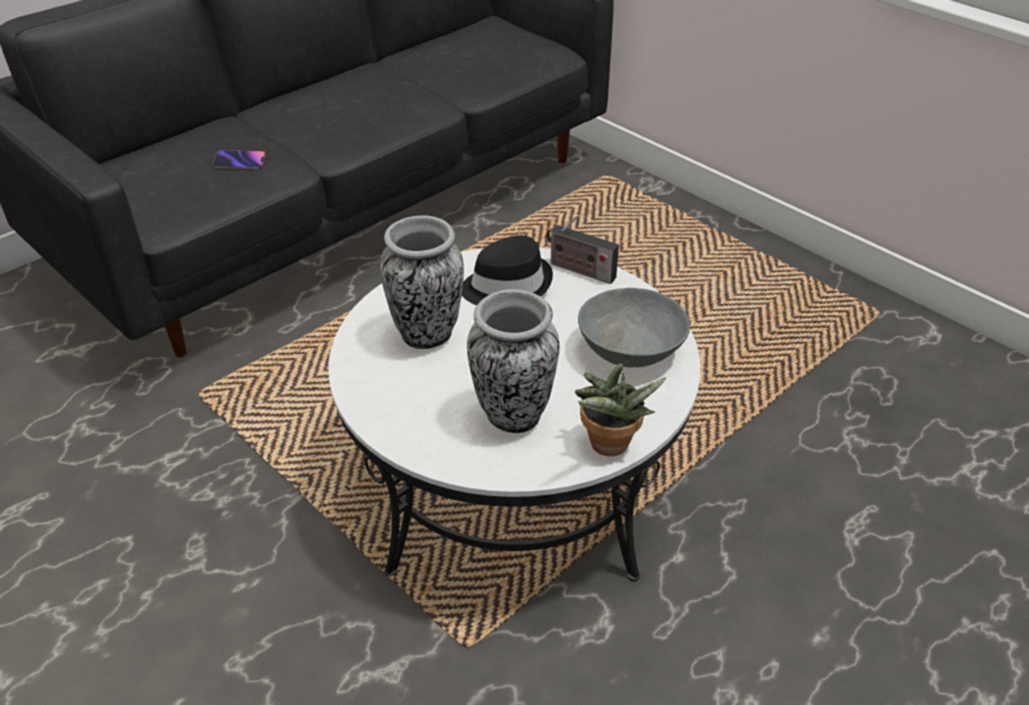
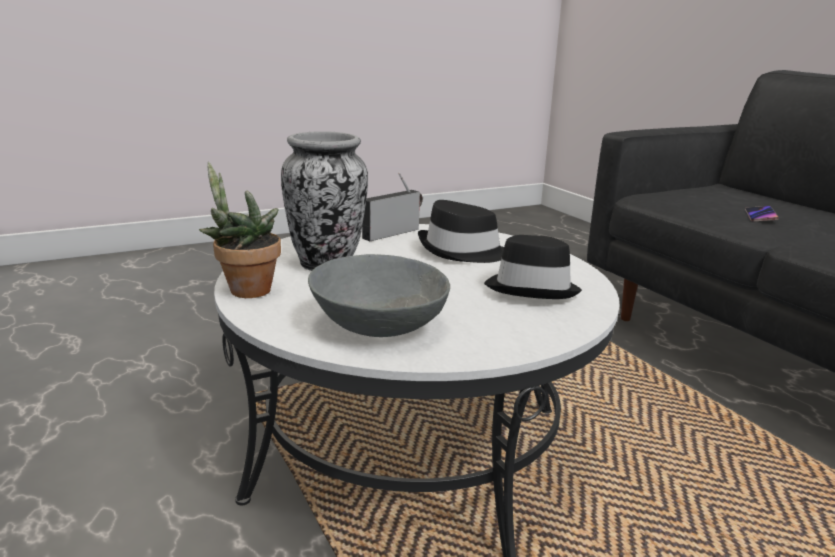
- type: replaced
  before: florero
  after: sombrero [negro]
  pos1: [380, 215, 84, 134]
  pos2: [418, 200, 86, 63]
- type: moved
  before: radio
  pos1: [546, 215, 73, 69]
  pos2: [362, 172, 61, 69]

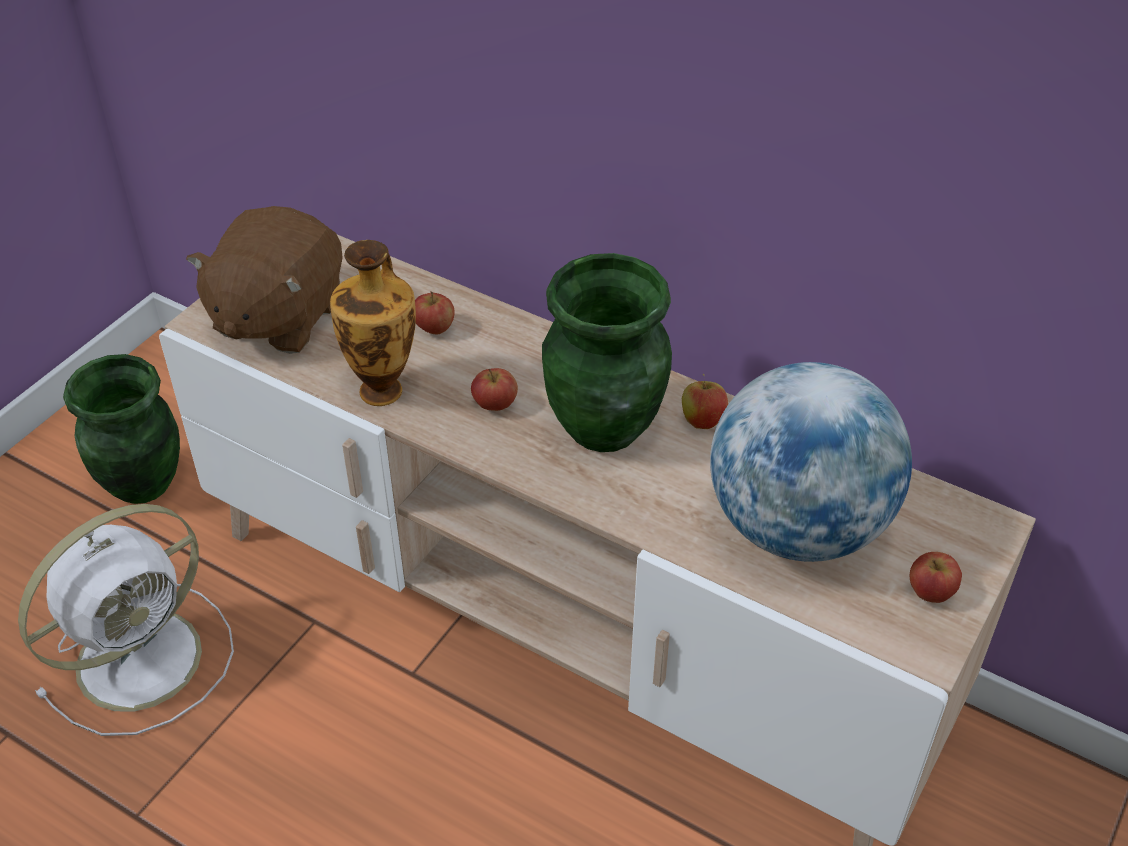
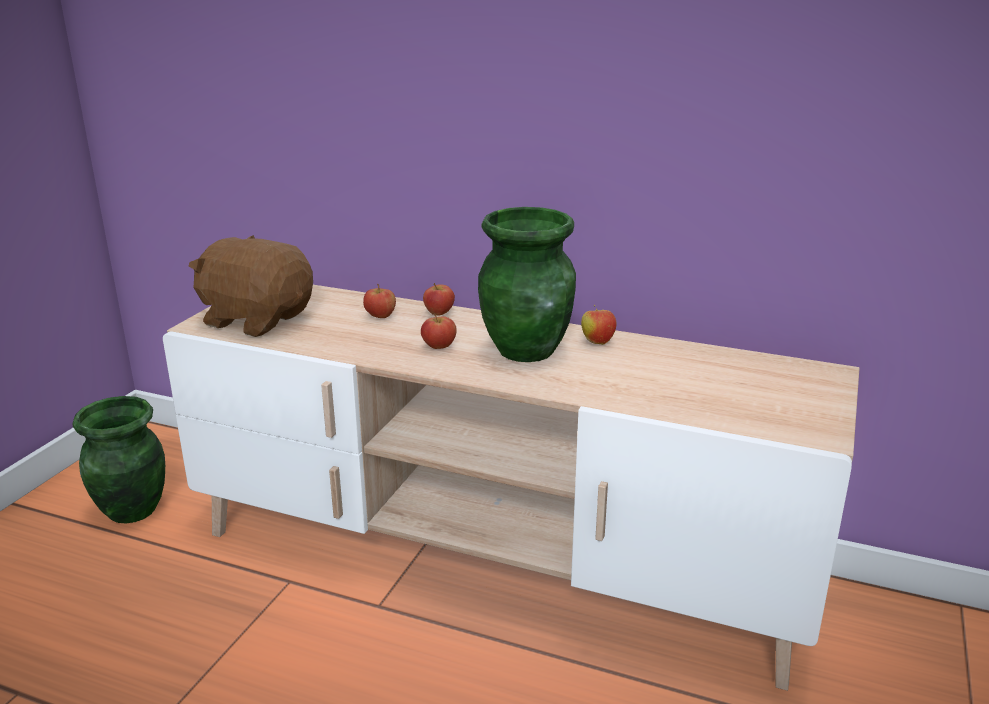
- type: removed
  before: ventilador [blanco]
  pos1: [18, 504, 216, 232]
- type: turned
  before: peluche [marrón]
  pos1: [186, 206, 157, 148]
  pos2: [188, 235, 125, 102]
  turn: 105
- type: removed
  before: florero
  pos1: [330, 240, 86, 166]
- type: removed
  before: globo terráqueo
  pos1: [710, 362, 202, 200]
- type: moved
  before: manzana
  pos1: [910, 552, 52, 51]
  pos2: [423, 283, 32, 32]

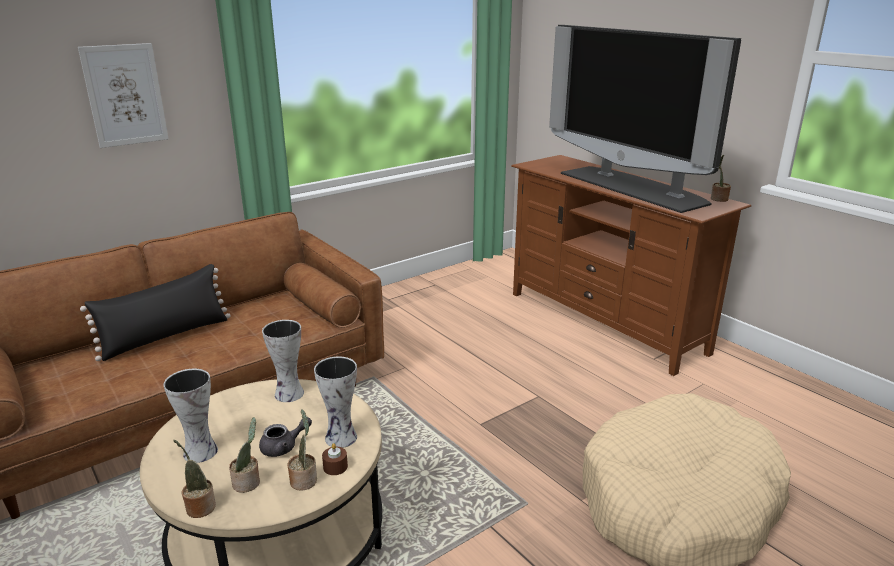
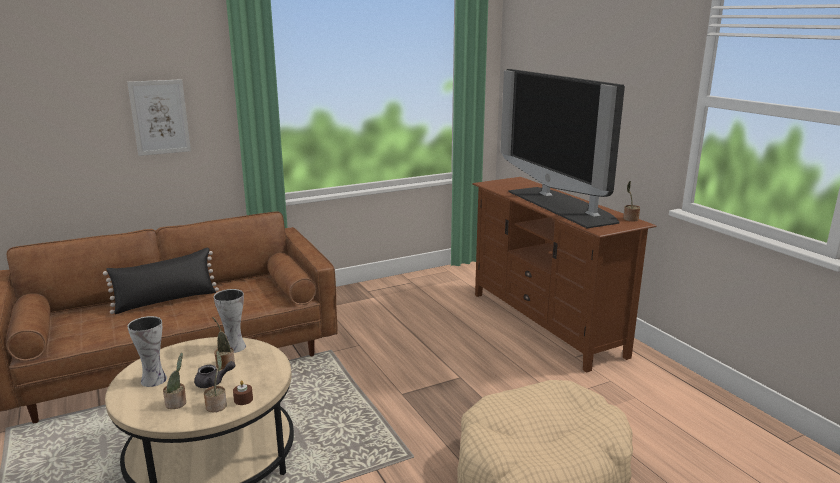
- type: moved
  before: planta en maceta
  pos1: [173, 440, 43, 78]
  pos2: [212, 317, 23, 53]
- type: removed
  before: florero
  pos1: [314, 357, 43, 91]

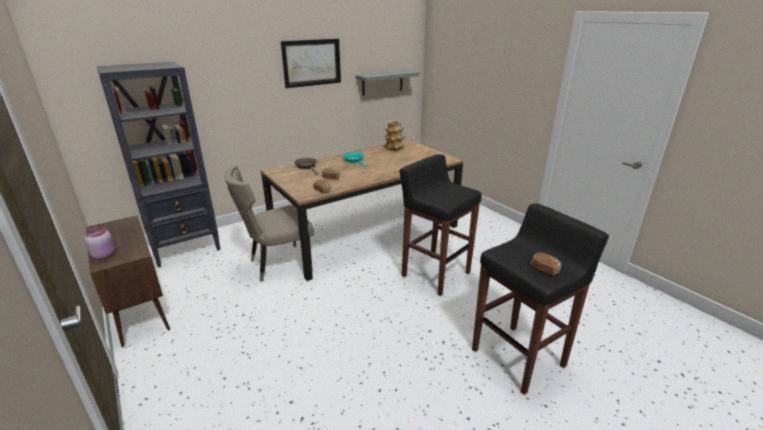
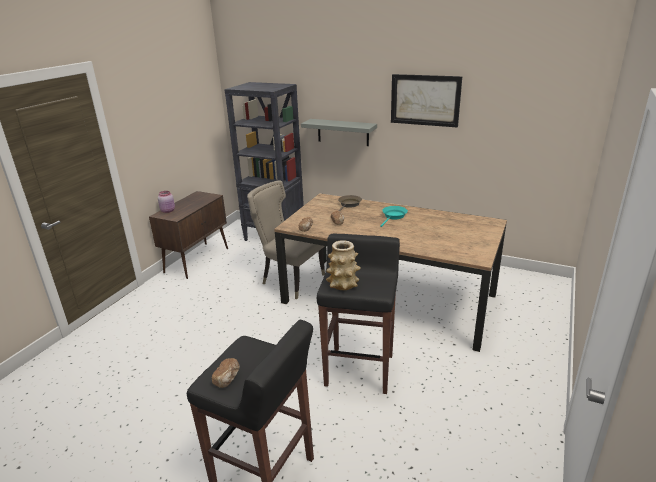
- type: moved
  before: estante [gris]
  pos1: [356, 70, 63, 26]
  pos2: [301, 119, 76, 27]
- type: moved
  before: florero
  pos1: [383, 120, 22, 31]
  pos2: [326, 240, 35, 50]

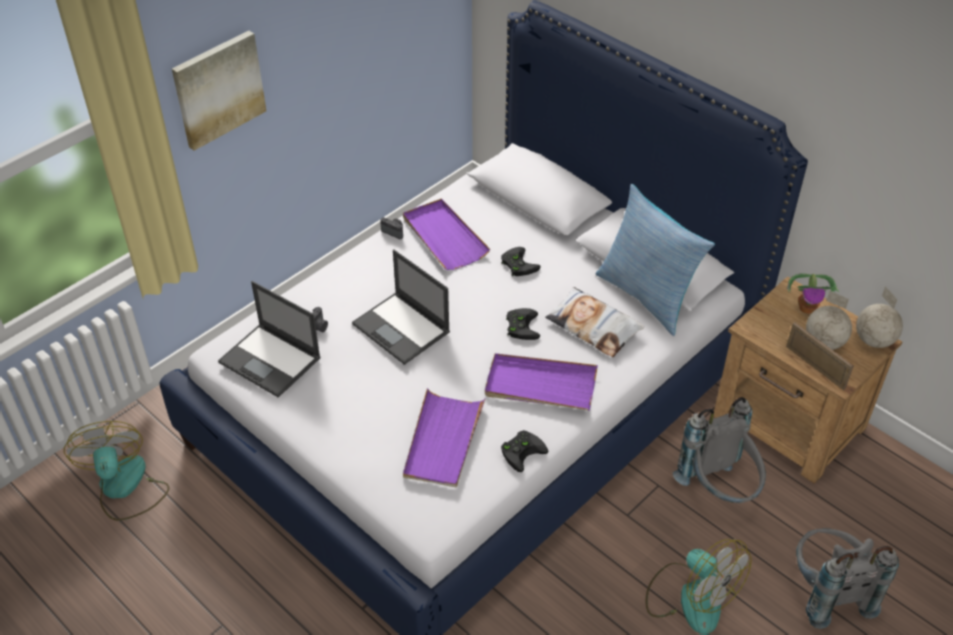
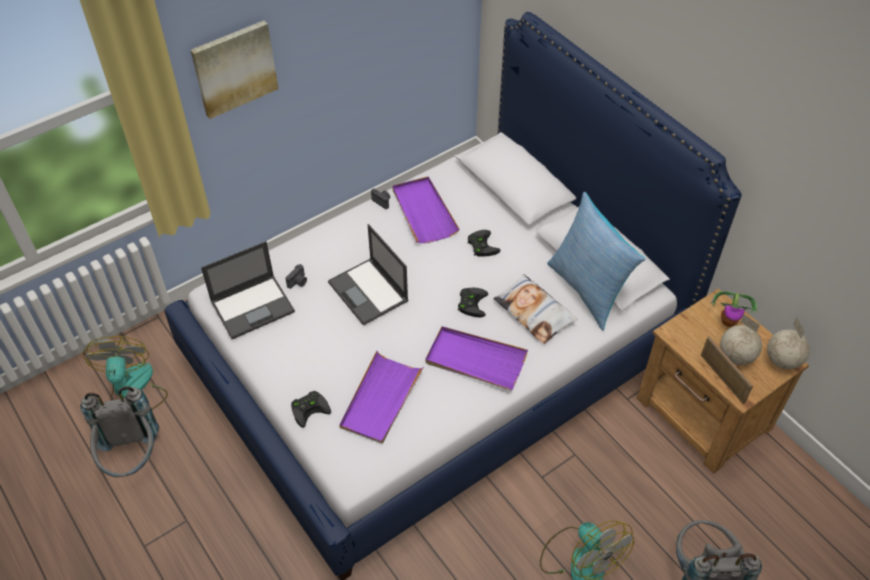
- type: turned
  before: portátil
  pos1: [218, 281, 103, 117]
  pos2: [201, 241, 94, 98]
  turn: -75
- type: moved
  before: mando de consola [negro]
  pos1: [501, 430, 47, 42]
  pos2: [291, 391, 40, 37]
- type: moved
  before: mochila [gris]
  pos1: [673, 397, 93, 106]
  pos2: [80, 387, 79, 90]

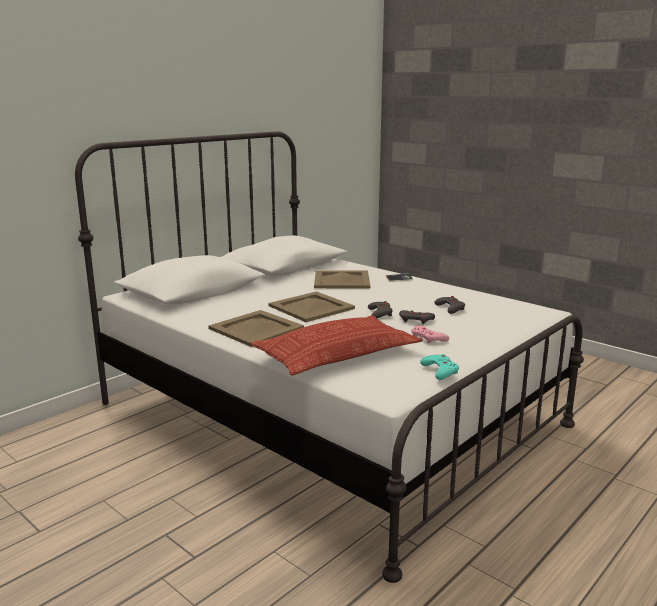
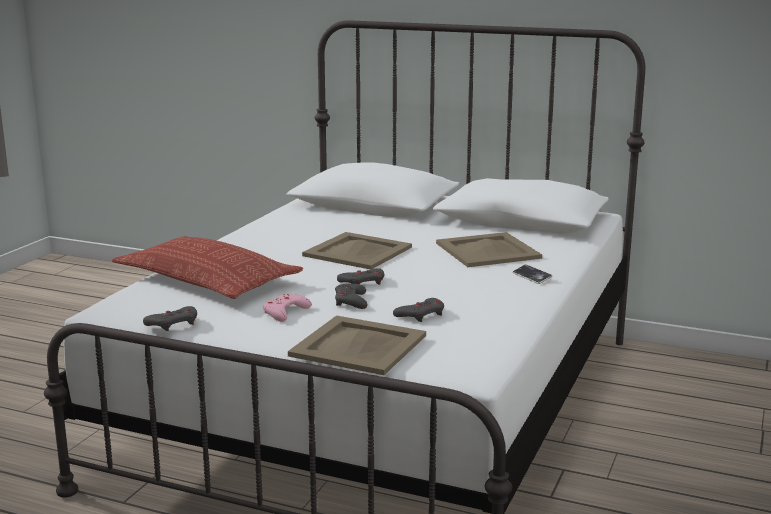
- type: moved
  before: bandeja [beis]
  pos1: [208, 310, 96, 37]
  pos2: [288, 315, 138, 60]
- type: recoloured
  before: mando de consola [turquesa]
  after: mando de consola [gris]
  pos1: [420, 354, 39, 26]
  pos2: [143, 306, 54, 25]

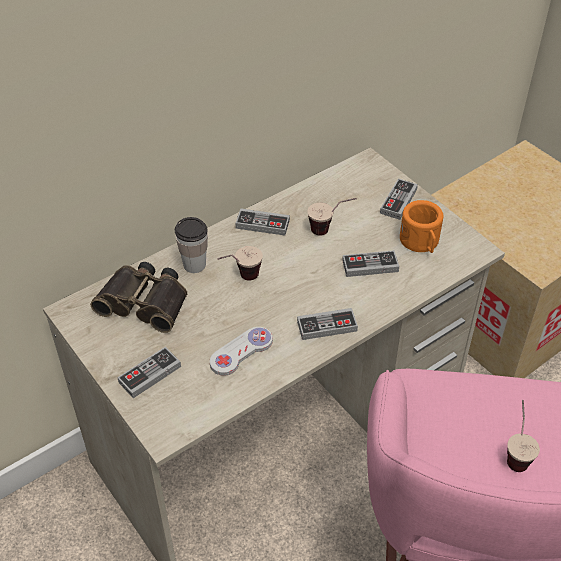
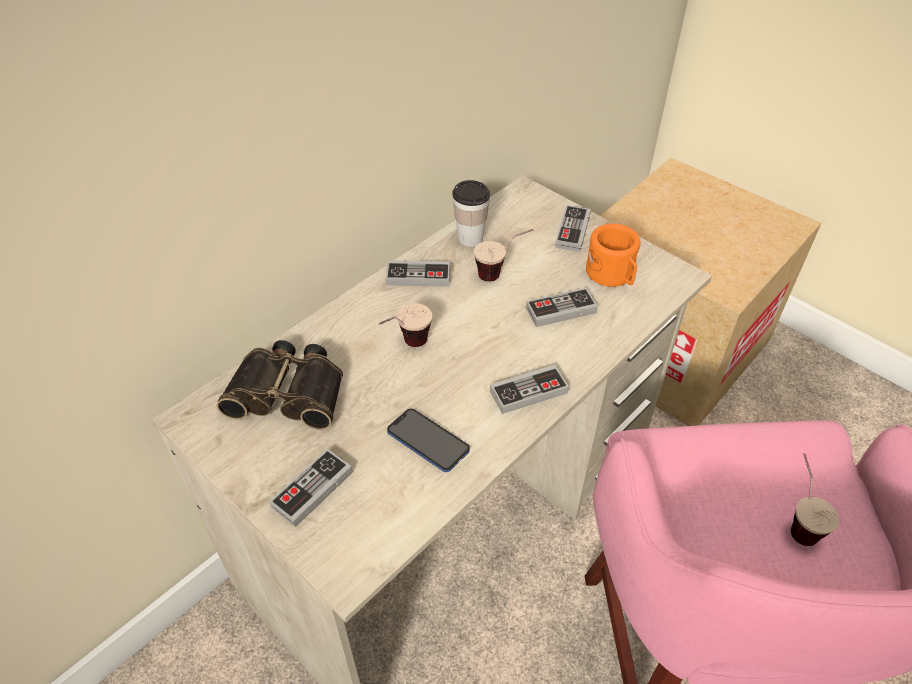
- type: moved
  before: taza
  pos1: [175, 217, 33, 56]
  pos2: [452, 180, 38, 67]
- type: replaced
  before: mando de consola [blanco]
  after: móvil
  pos1: [210, 327, 63, 48]
  pos2: [387, 409, 83, 63]

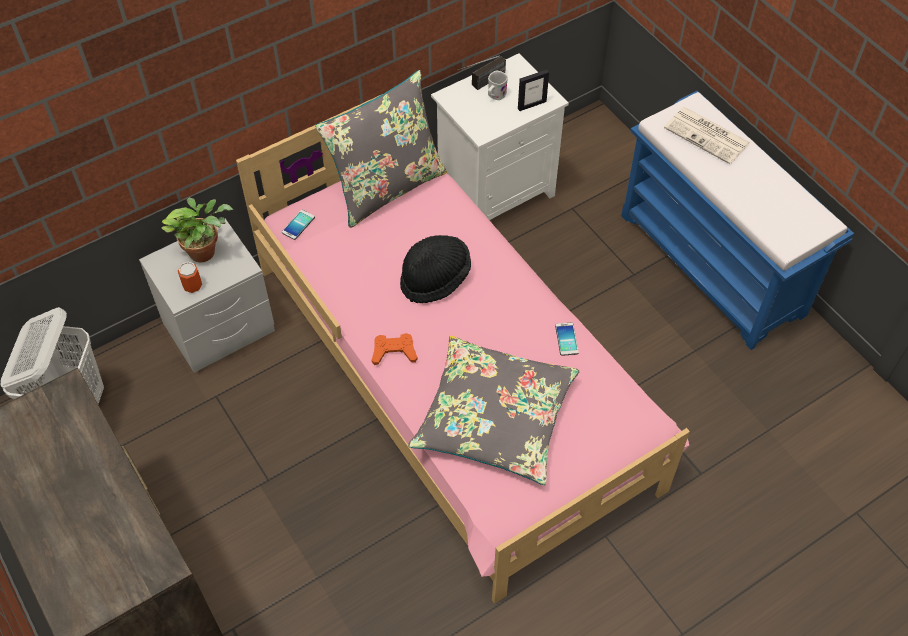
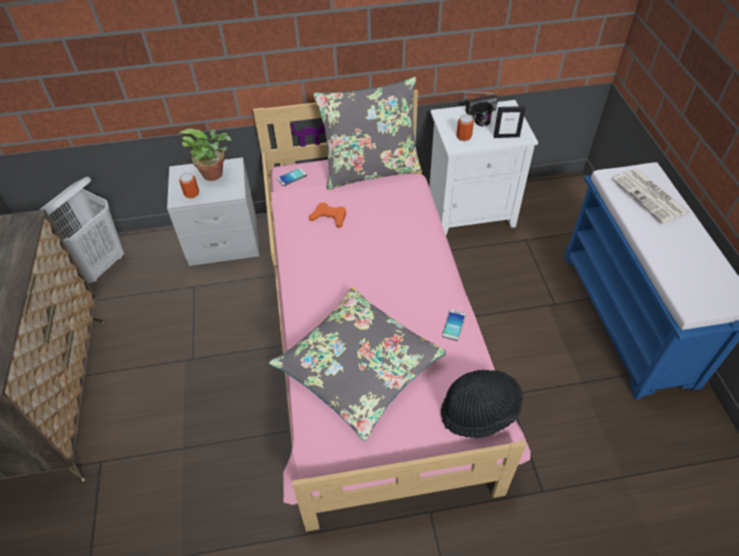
- type: moved
  before: mando de consola [naranja]
  pos1: [372, 333, 46, 32]
  pos2: [309, 203, 37, 25]
- type: moved
  before: sombrero [negro]
  pos1: [400, 235, 71, 68]
  pos2: [441, 370, 82, 68]
- type: recoloured
  before: taza grande [blanco]
  after: taza grande [negro]
  pos1: [488, 71, 20, 29]
  pos2: [473, 101, 20, 26]
- type: added
  after: lata
  pos2: [456, 114, 18, 28]

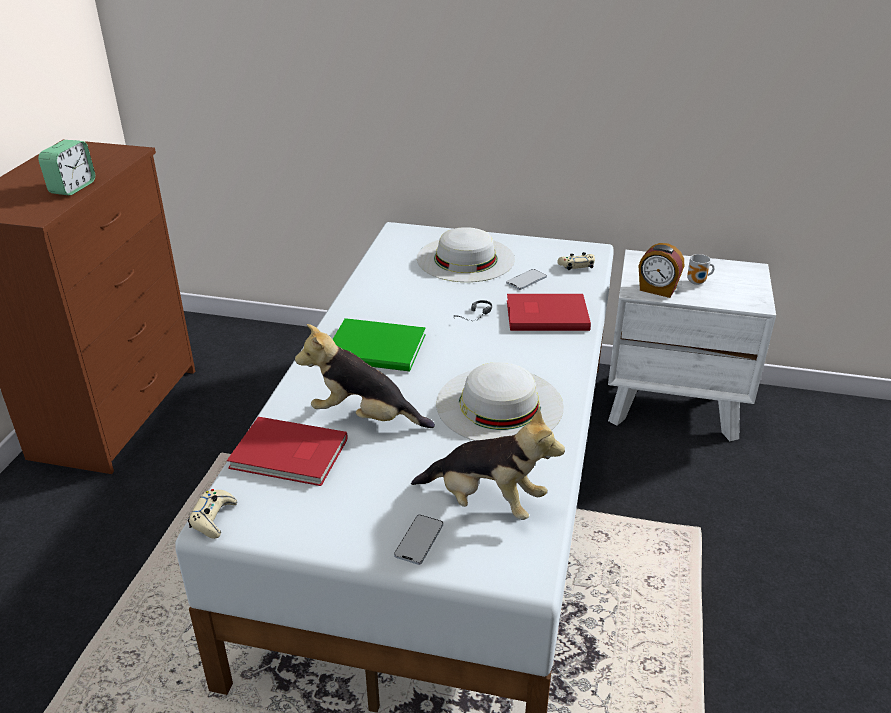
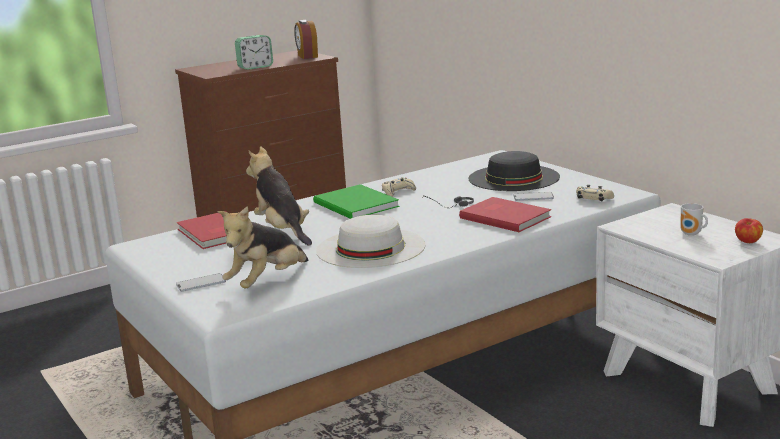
- type: moved
  before: mando de consola [beis]
  pos1: [188, 489, 49, 50]
  pos2: [382, 177, 34, 20]
- type: turned
  before: peluche
  pos1: [411, 407, 154, 113]
  pos2: [218, 206, 90, 82]
  turn: 60
- type: recoloured
  before: sombrero [blanco]
  after: sombrero [negro]
  pos1: [417, 227, 98, 55]
  pos2: [469, 151, 91, 40]
- type: moved
  before: despertador
  pos1: [638, 243, 46, 55]
  pos2: [294, 20, 24, 39]
- type: added
  after: manzana
  pos2: [735, 218, 28, 25]

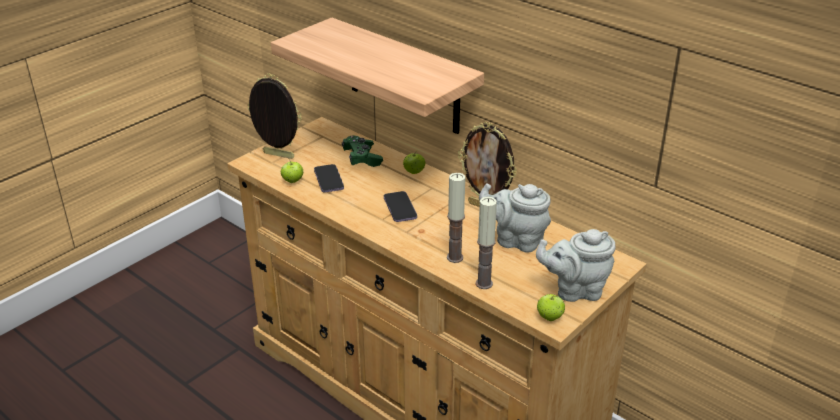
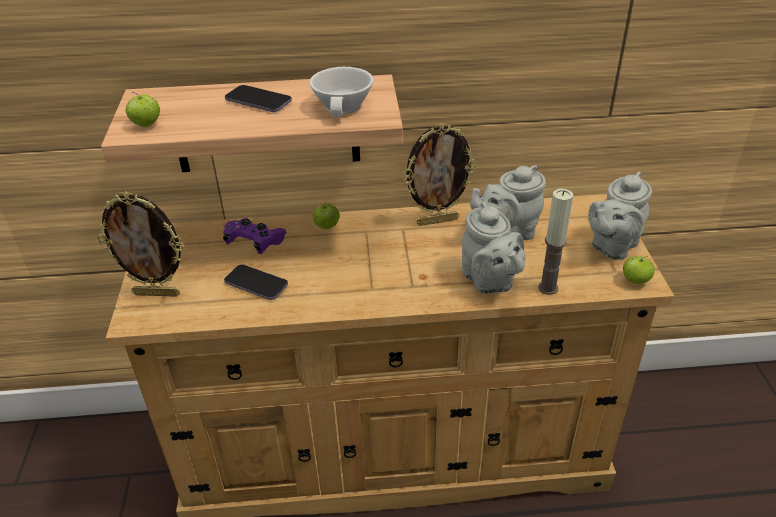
- type: turned
  before: portarretratos
  pos1: [248, 73, 54, 86]
  pos2: [97, 192, 86, 105]
  turn: -150
- type: moved
  before: manzana
  pos1: [281, 159, 22, 24]
  pos2: [125, 92, 35, 35]
- type: recoloured
  before: mando de consola [verde]
  after: mando de consola [morado]
  pos1: [341, 135, 42, 32]
  pos2: [223, 218, 64, 36]
- type: moved
  before: móvil
  pos1: [384, 191, 33, 31]
  pos2: [225, 85, 67, 27]
- type: replaced
  before: vela
  after: tetera [gris]
  pos1: [447, 173, 18, 90]
  pos2: [462, 201, 64, 93]
- type: added
  after: taza [blanco]
  pos2: [309, 67, 64, 50]

